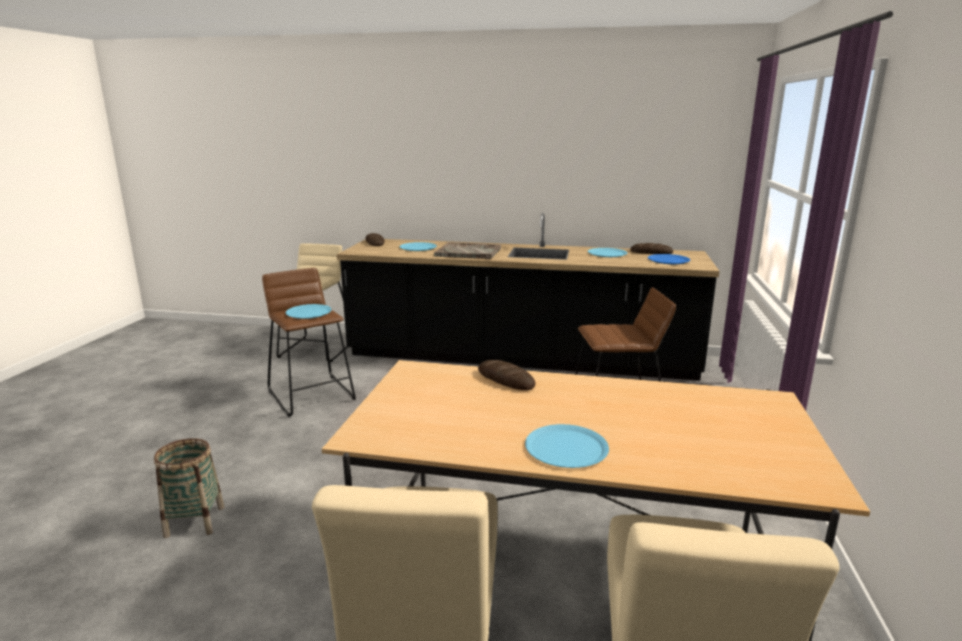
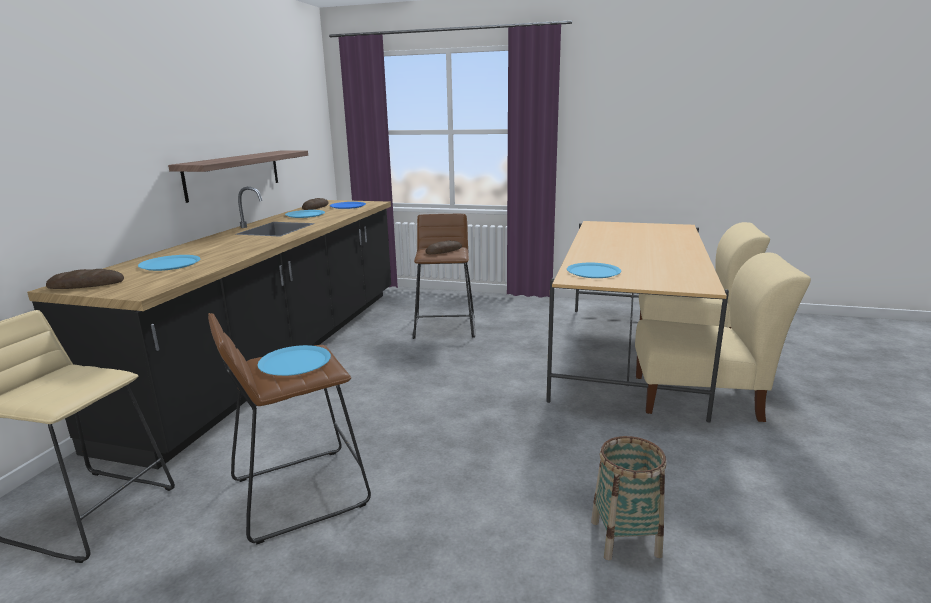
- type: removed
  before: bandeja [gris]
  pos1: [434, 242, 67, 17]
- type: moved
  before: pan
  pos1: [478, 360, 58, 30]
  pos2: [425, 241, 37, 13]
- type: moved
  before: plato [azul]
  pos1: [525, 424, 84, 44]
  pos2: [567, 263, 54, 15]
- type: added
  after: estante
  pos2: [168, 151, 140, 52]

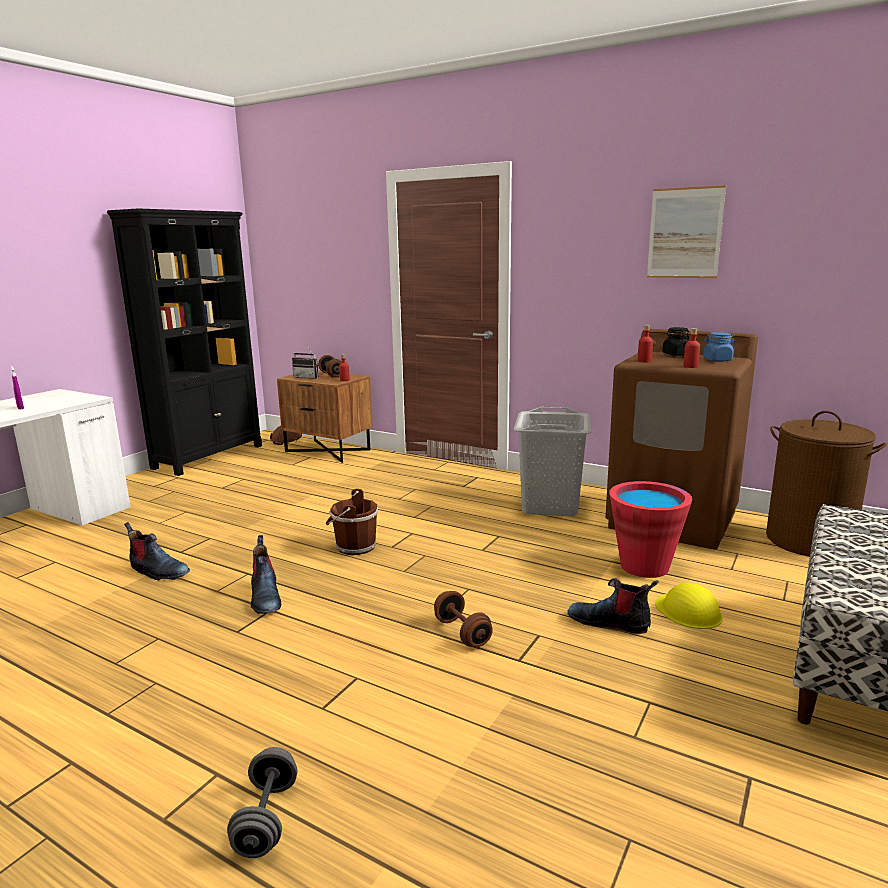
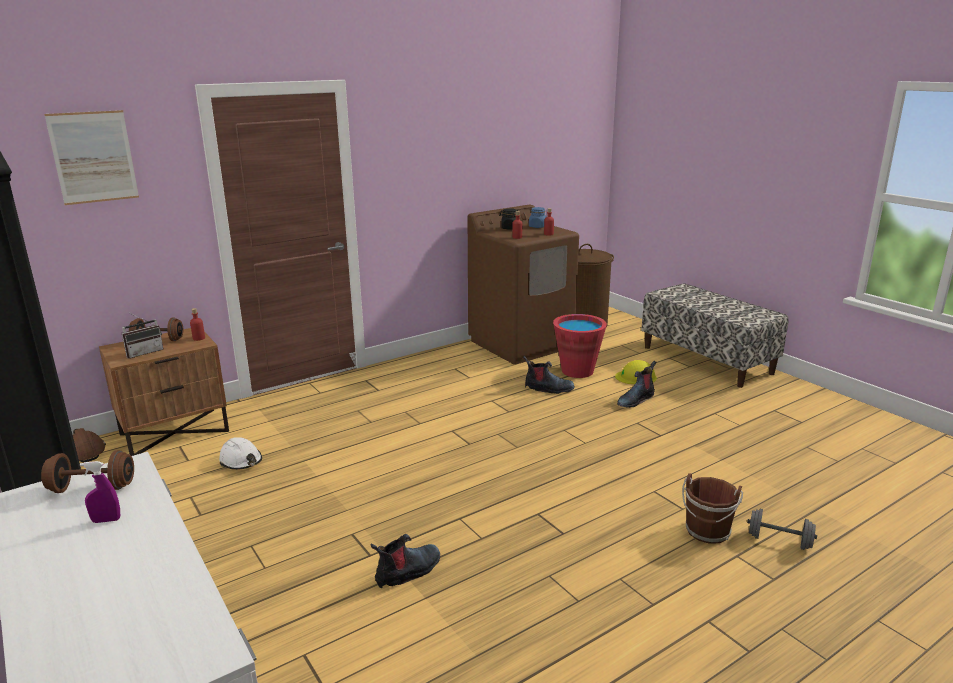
- type: moved
  before: bota
  pos1: [251, 535, 30, 79]
  pos2: [523, 356, 52, 38]
- type: moved
  before: cubo [marrón]
  pos1: [326, 489, 52, 66]
  pos2: [682, 473, 61, 71]
- type: moved
  before: mancuerna [marrón]
  pos1: [434, 591, 59, 56]
  pos2: [41, 450, 93, 43]
- type: removed
  before: cesto de la ropa [gris]
  pos1: [514, 407, 77, 109]
- type: moved
  before: cuadro
  pos1: [647, 185, 79, 93]
  pos2: [44, 110, 95, 95]
- type: added
  after: casco [blanco]
  pos2: [219, 437, 43, 33]

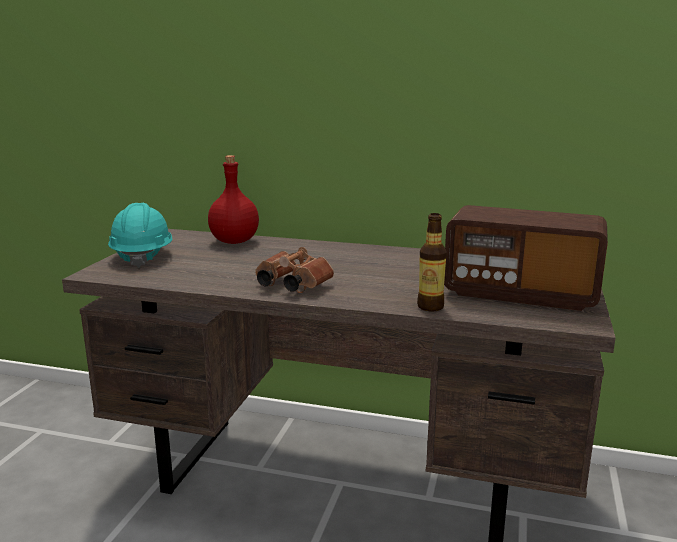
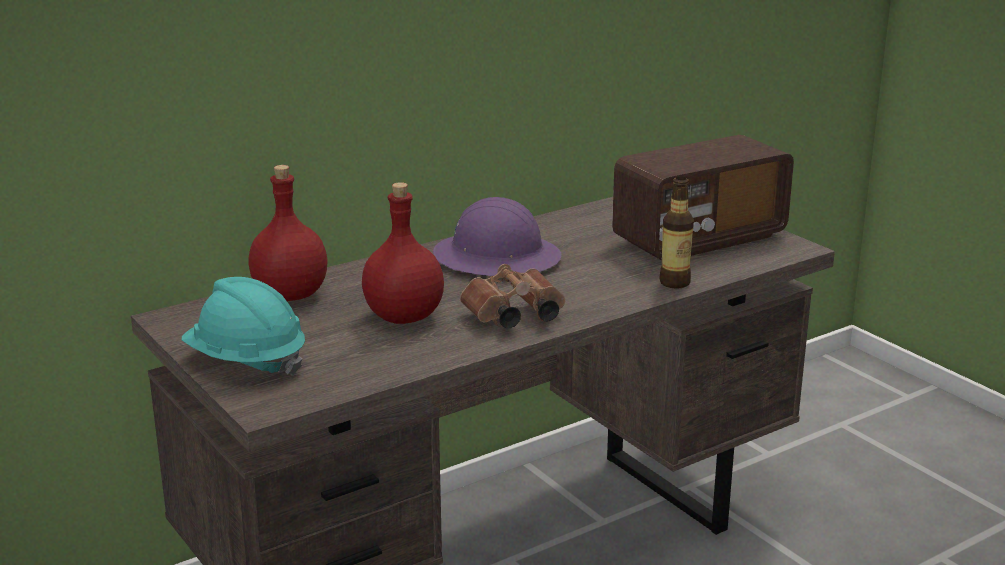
- type: added
  after: botella [rojo]
  pos2: [362, 182, 82, 142]
- type: added
  after: casco [morado]
  pos2: [433, 197, 129, 79]

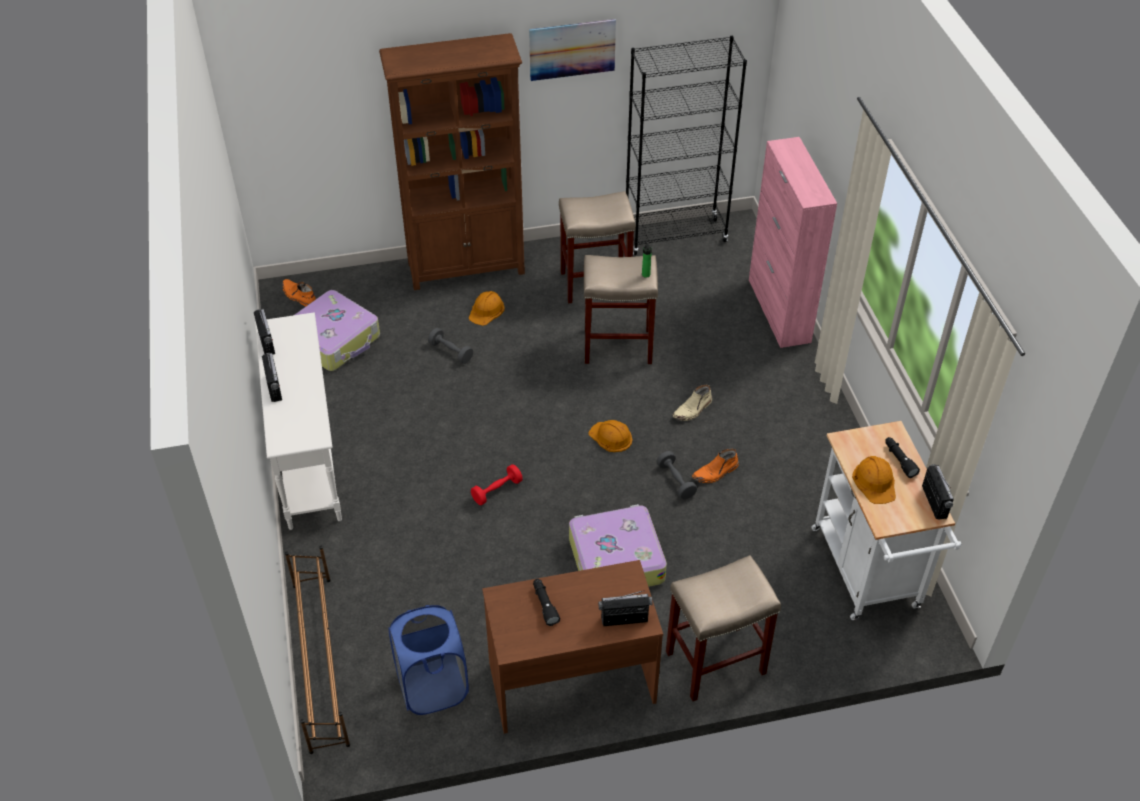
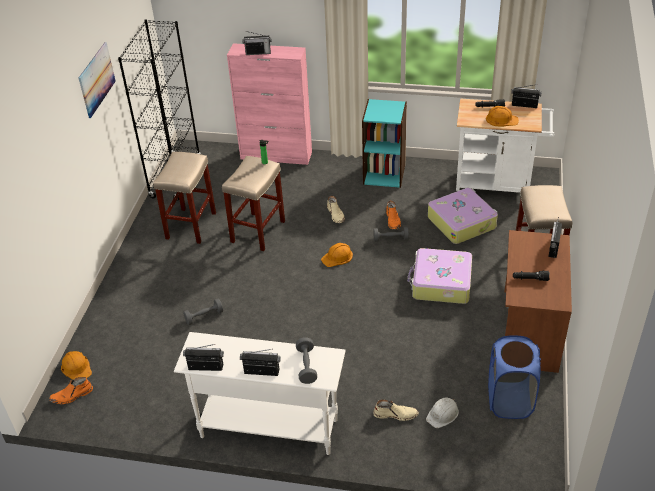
- type: removed
  before: zapatero [marrón]
  pos1: [285, 546, 65, 208]
- type: moved
  before: maleta
  pos1: [295, 290, 85, 81]
  pos2: [428, 188, 70, 56]
- type: removed
  before: estantería [marrón]
  pos1: [379, 33, 146, 257]
- type: moved
  before: casco [naranja]
  pos1: [469, 291, 36, 35]
  pos2: [61, 351, 31, 29]
- type: removed
  before: mancuerna [rojo]
  pos1: [471, 464, 52, 41]
- type: added
  after: radio
  pos2: [242, 31, 30, 24]
- type: added
  after: mancuerna [gris]
  pos2: [296, 337, 21, 47]
- type: added
  after: estantería [turquesa]
  pos2: [362, 99, 45, 89]
- type: added
  after: bota [beis]
  pos2: [373, 399, 46, 22]
- type: added
  after: casco [blanco]
  pos2: [426, 397, 33, 31]

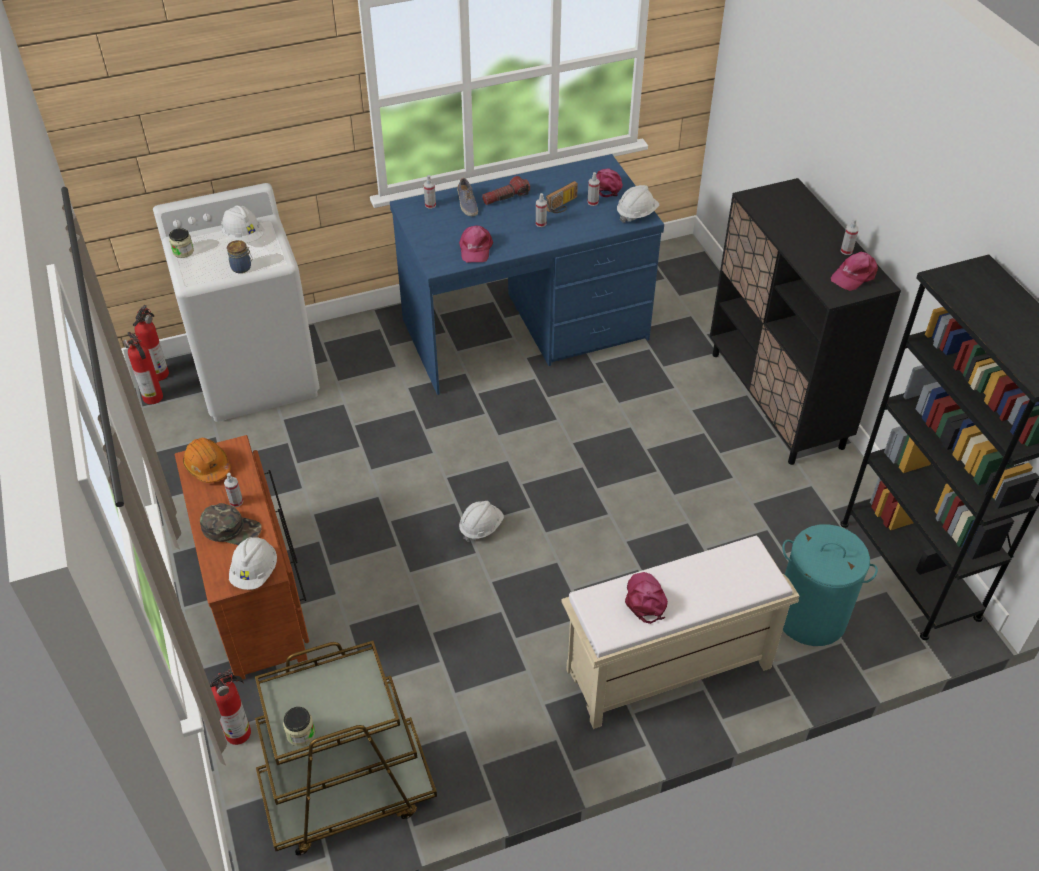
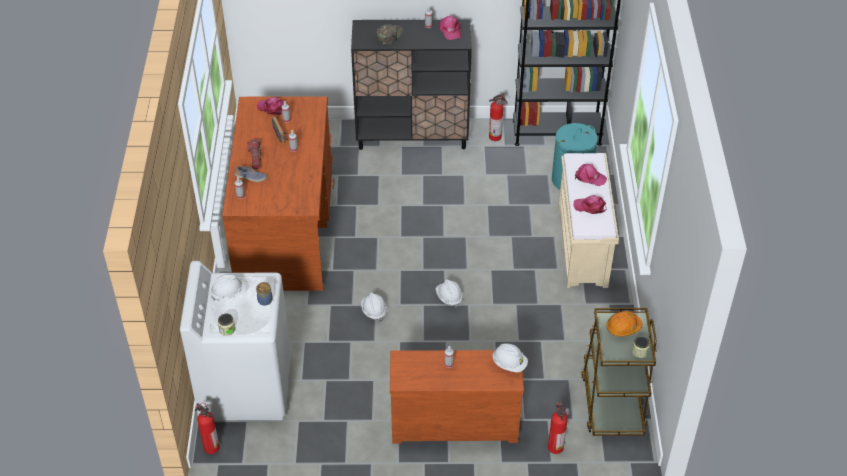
- type: moved
  before: extintor
  pos1: [123, 332, 40, 72]
  pos2: [489, 94, 18, 47]
- type: moved
  before: casco [naranja]
  pos1: [183, 438, 48, 45]
  pos2: [606, 311, 37, 26]
- type: moved
  before: gorra [verde]
  pos1: [200, 503, 62, 42]
  pos2: [376, 24, 27, 21]
- type: recoloured
  before: escritorio [azul]
  after: escritorio [marrón]
  pos1: [390, 154, 274, 241]
  pos2: [222, 96, 113, 195]
- type: moved
  before: gorra [rosa]
  pos1: [459, 225, 34, 37]
  pos2: [575, 164, 32, 22]
- type: moved
  before: casco [blanco]
  pos1: [617, 185, 42, 38]
  pos2: [361, 293, 26, 29]

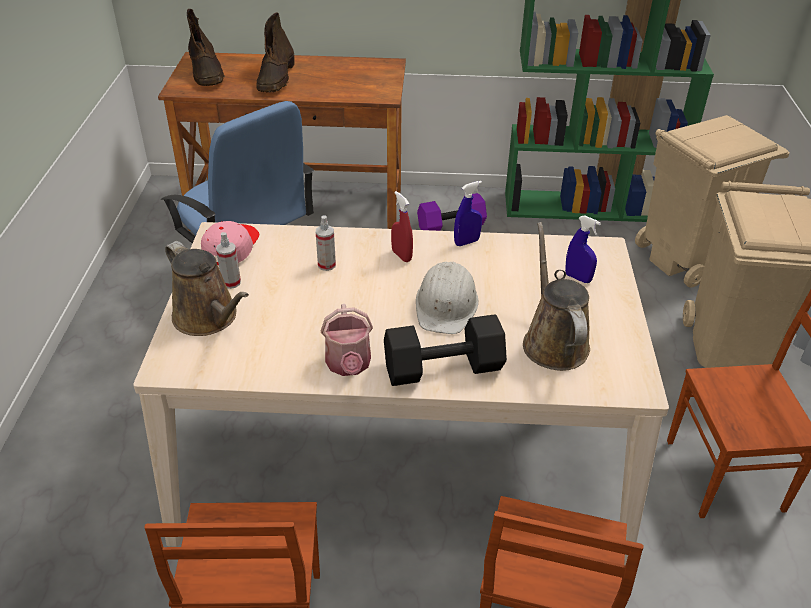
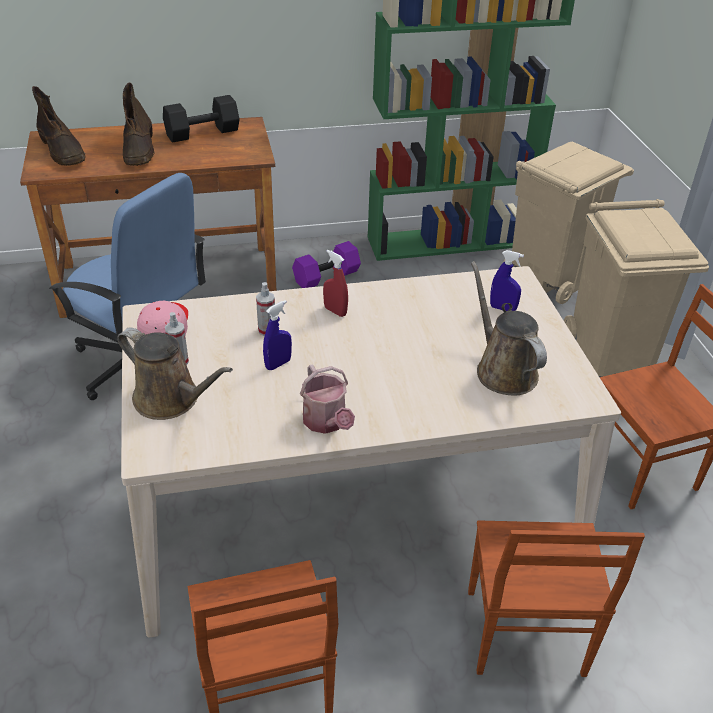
- type: moved
  before: mancuerna [negro]
  pos1: [384, 314, 123, 72]
  pos2: [163, 95, 77, 48]
- type: removed
  before: casco [blanco]
  pos1: [416, 262, 62, 72]
- type: moved
  before: pulverizador [azul]
  pos1: [454, 181, 28, 65]
  pos2: [263, 300, 29, 70]

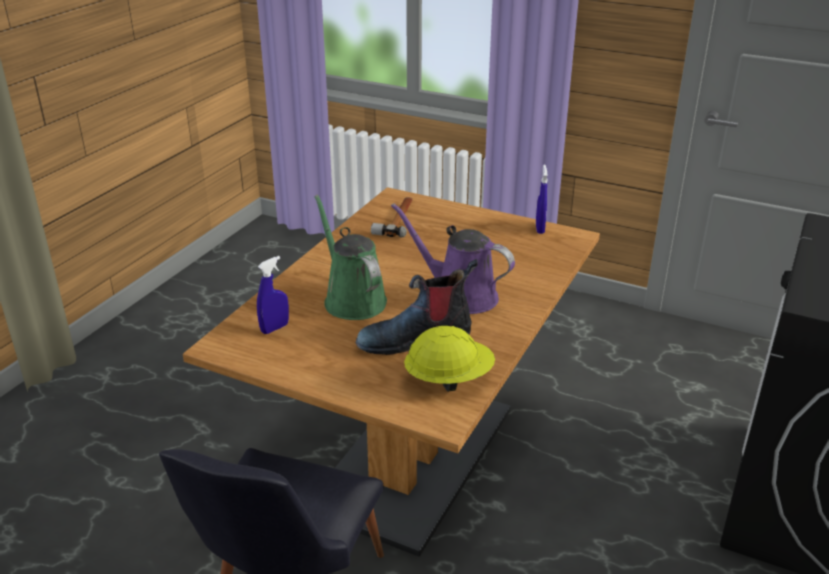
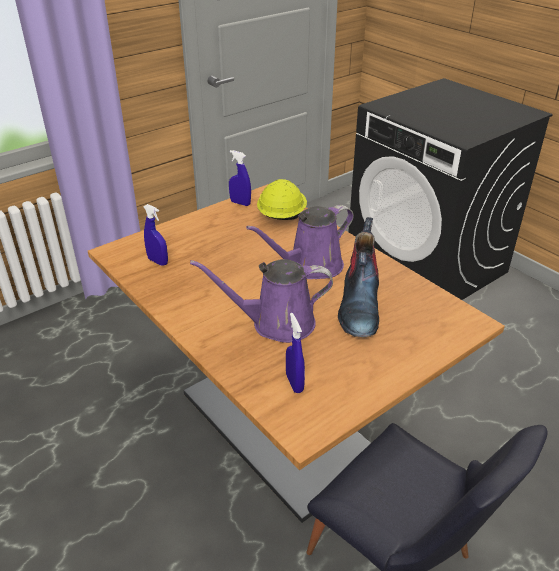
- type: recoloured
  before: regadera [verde]
  after: regadera [morado]
  pos1: [314, 195, 73, 125]
  pos2: [190, 259, 143, 84]
- type: replaced
  before: martillo
  after: pulverizador [azul]
  pos1: [371, 197, 42, 41]
  pos2: [143, 204, 25, 62]
- type: moved
  before: casco [amarillo]
  pos1: [404, 326, 91, 66]
  pos2: [257, 179, 50, 41]

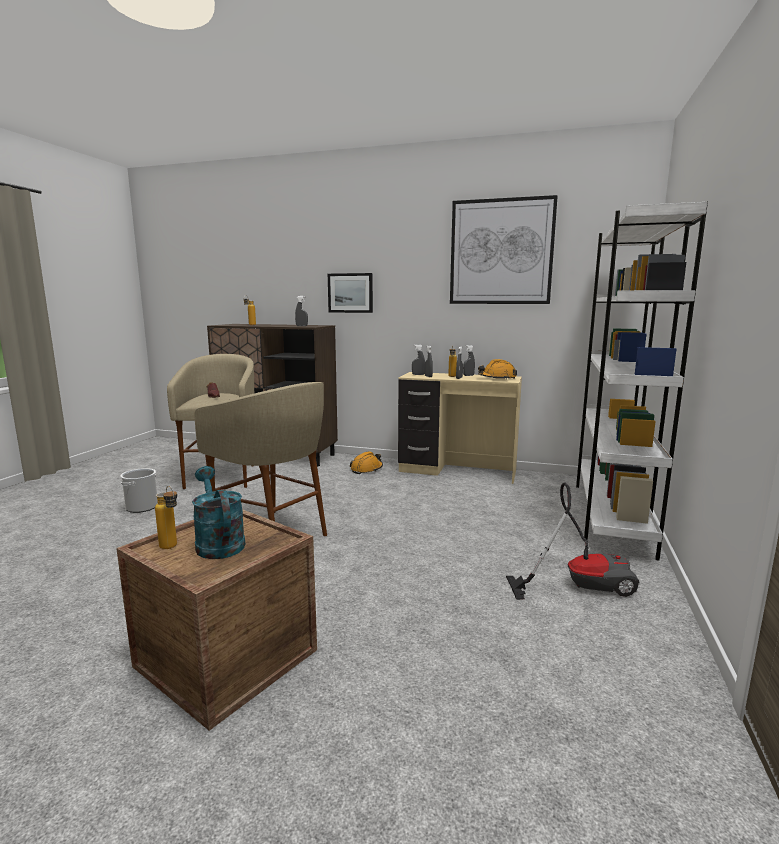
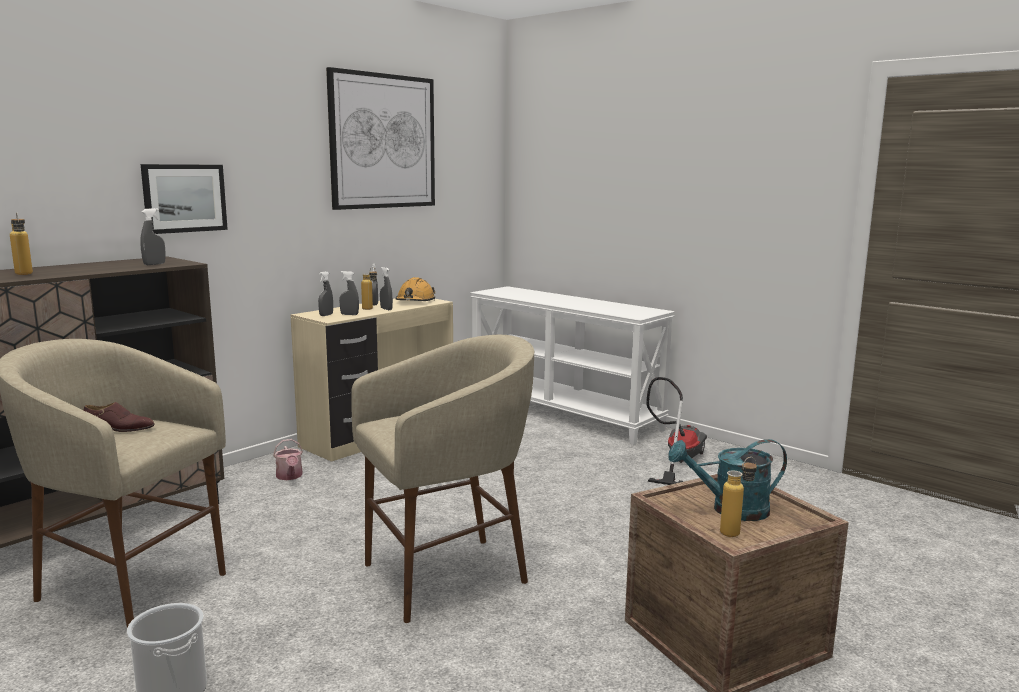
- type: replaced
  before: casco [naranja]
  after: regadera
  pos1: [350, 451, 33, 23]
  pos2: [273, 439, 30, 41]
- type: replaced
  before: estantería [blanco]
  after: mesa consola [blanco]
  pos1: [576, 202, 132, 359]
  pos2: [470, 286, 205, 159]

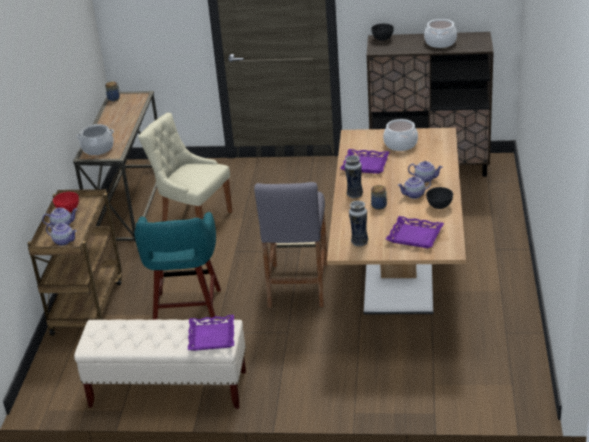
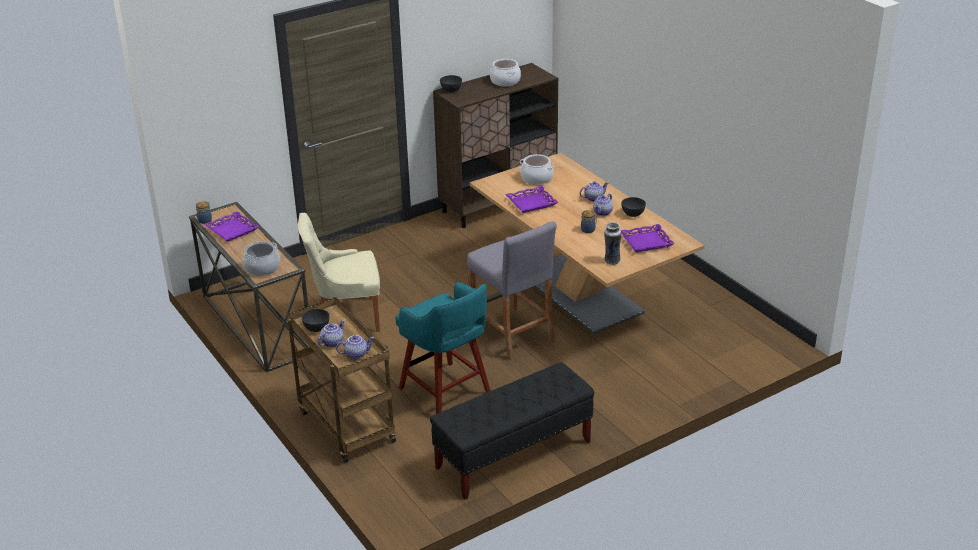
- type: recoloured
  before: cuenco [rojo]
  after: cuenco [gris]
  pos1: [53, 192, 26, 20]
  pos2: [302, 309, 28, 23]
- type: recoloured
  before: banco [beis]
  after: banco [negro]
  pos1: [74, 320, 172, 89]
  pos2: [430, 362, 164, 137]
- type: moved
  before: bandeja [morado]
  pos1: [188, 315, 46, 36]
  pos2: [204, 211, 55, 31]
- type: removed
  before: florero
  pos1: [345, 155, 18, 44]

